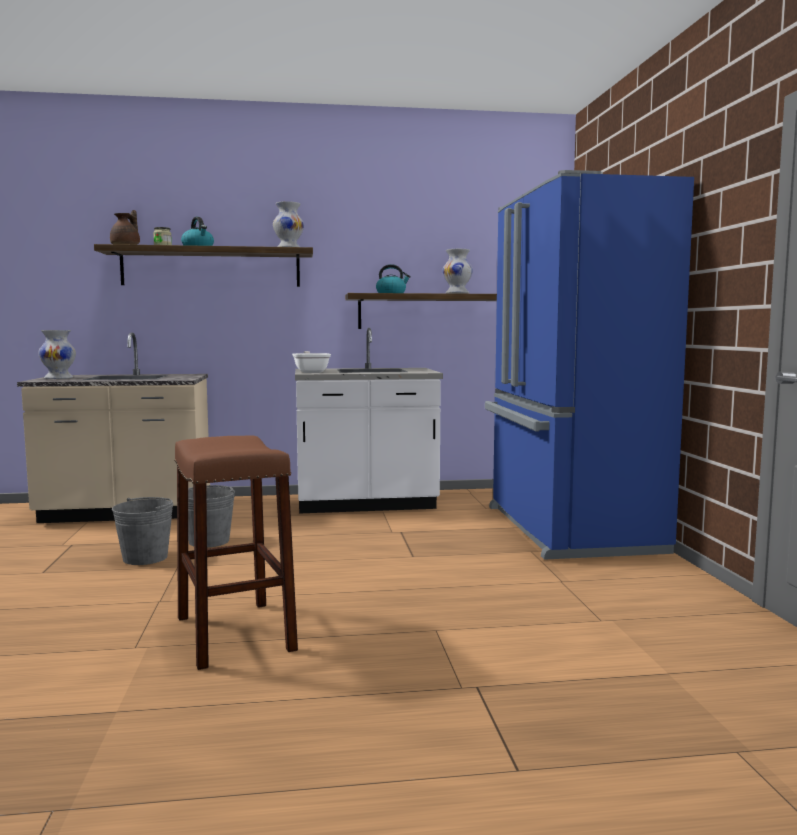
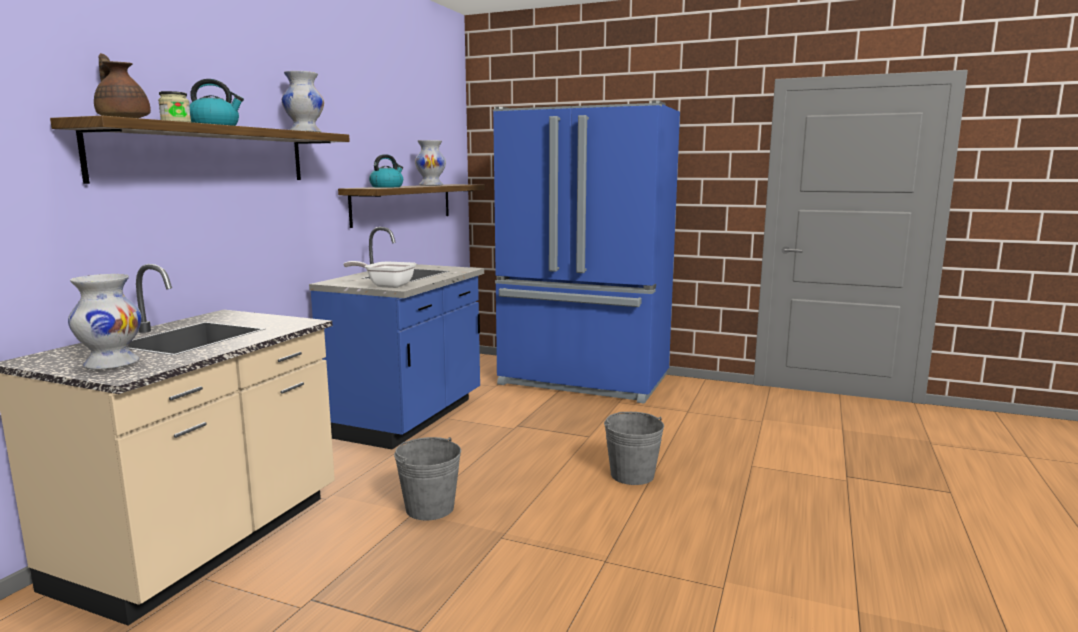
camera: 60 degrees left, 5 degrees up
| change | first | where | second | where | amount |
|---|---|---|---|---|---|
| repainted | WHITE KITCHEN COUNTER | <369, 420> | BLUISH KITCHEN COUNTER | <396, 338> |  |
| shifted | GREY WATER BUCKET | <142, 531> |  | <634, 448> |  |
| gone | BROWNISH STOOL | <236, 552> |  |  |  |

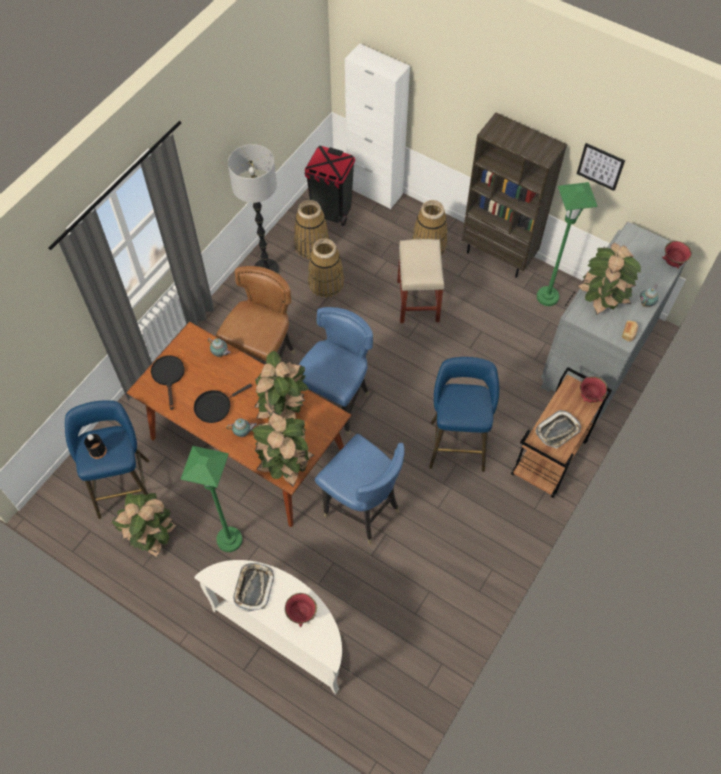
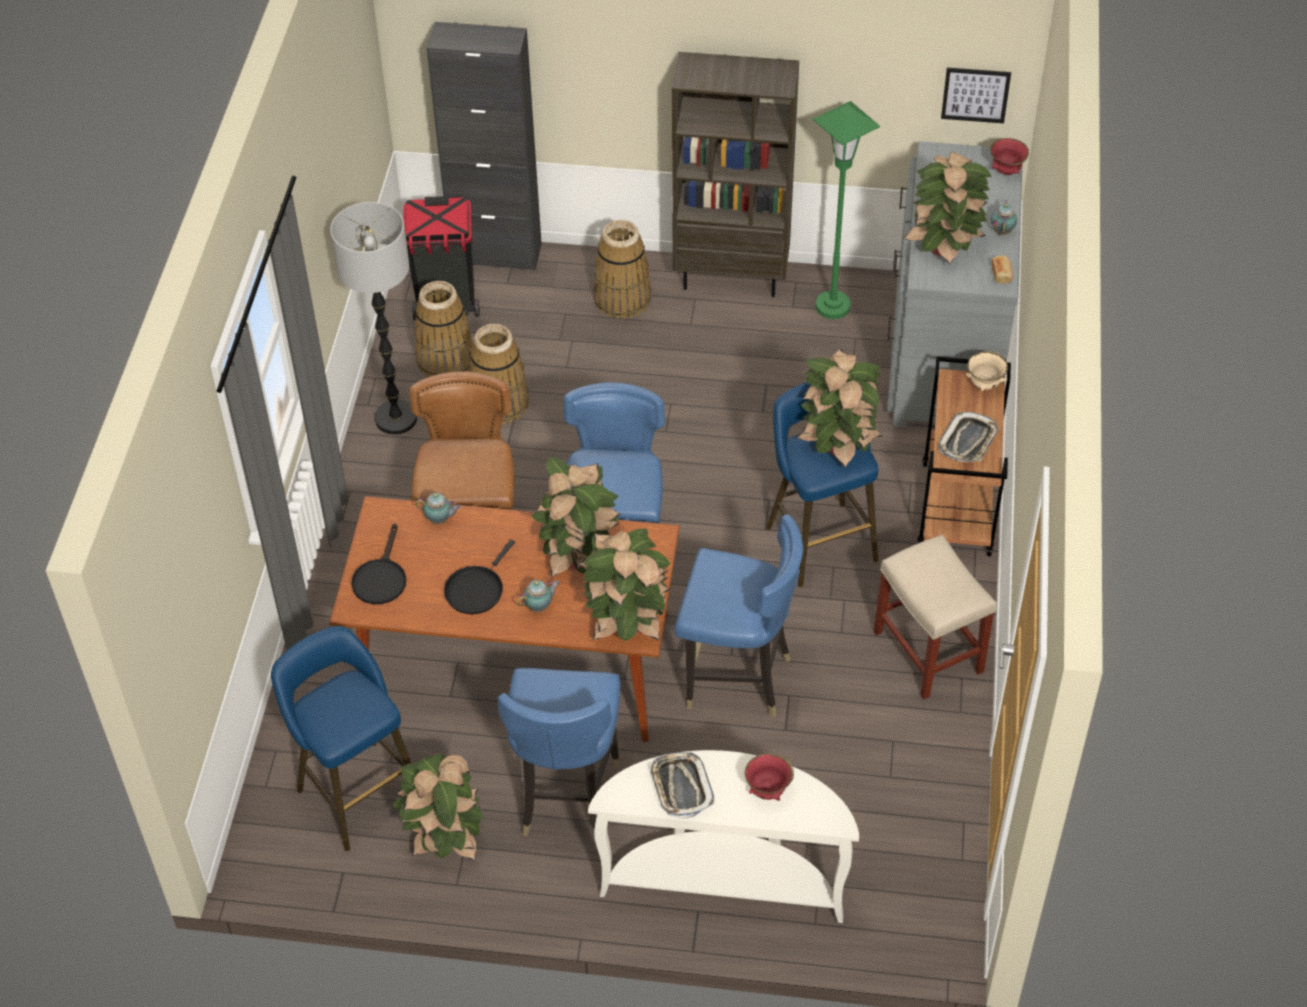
camera: 25 degrees left, 10 degrees down
| change | first | where | second | where | amount |
|---|---|---|---|---|---|
| rotated | BLACKISH SKILLET | <168, 383> |  | <378, 563> | 135 degrees counterclockwise |
| repainted | WHITE CUPBOARD | <377, 126> | BLACKISH CUPBOARD | <484, 146> |  |
| swapped | GREENISH STANDARD LAMP | <211, 499> | BLUISH UPRIGHT CHAIR | <559, 752> |  |
| new |  |  | POTTED PLANT | <840, 408> |  |
| shifted | BEIGE-COLOURED STOOL | <420, 281> |  | <935, 617> |  |
| shifted | PICTURE | <601, 167> |  | <976, 95> |  |
| repainted | RED DEEP DISH | <594, 389> | BEIGE-COLOURED DEEP DISH | <987, 371> |  |
| gone | BLACKISH BEVERAGE BOTTLE | <95, 446> |  |  |  |

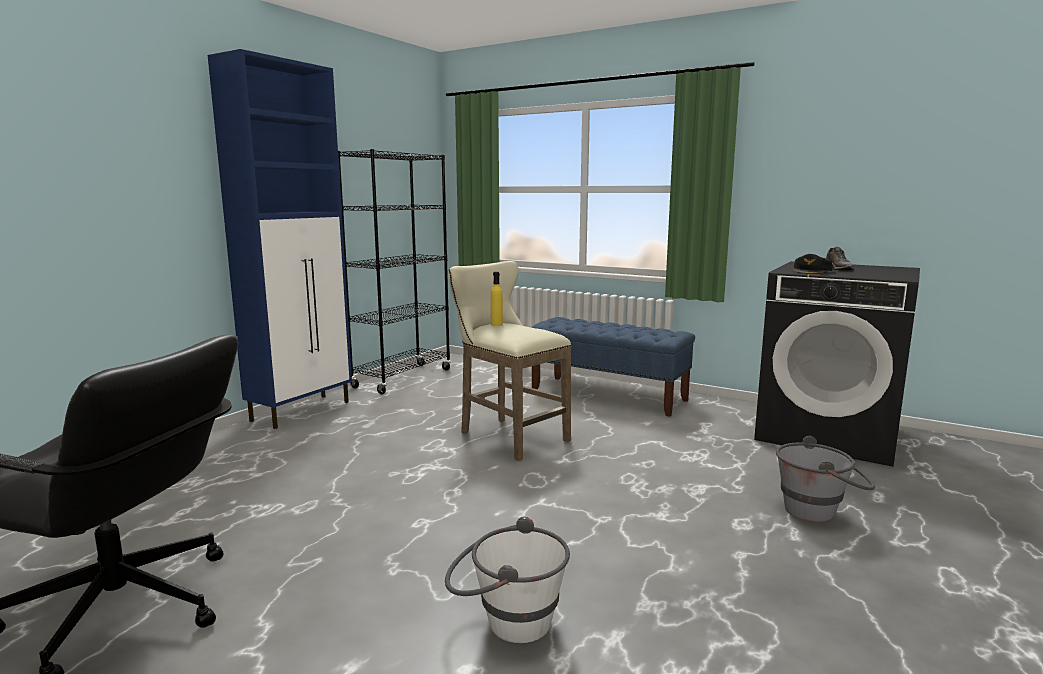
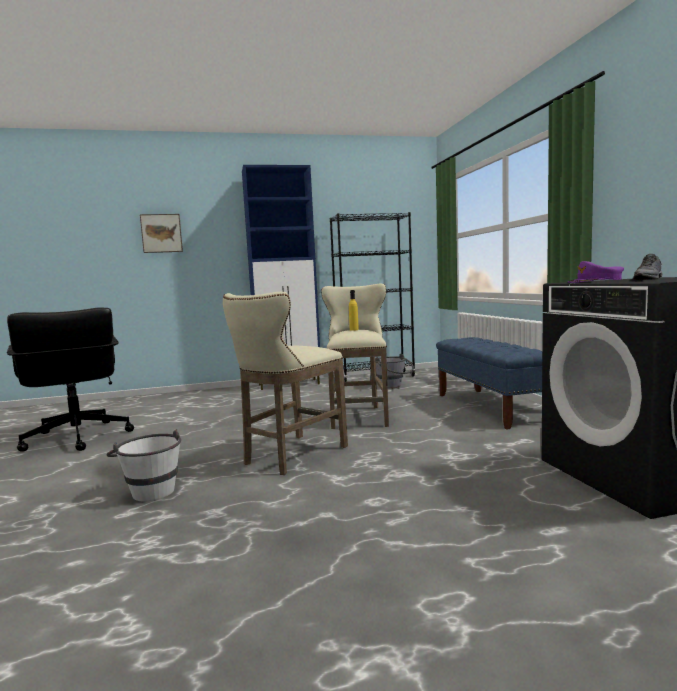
camera: 45 degrees right, 5 degrees down
| change | first | where | second | where | amount |
|---|---|---|---|---|---|
| new |  |  | PICTURE | <161, 233> |  |
| new |  |  | BEIGE-COLOURED STOOL | <285, 383> |  |
| shifted | GREY WATER BUCKET | <825, 479> |  | <394, 371> |  |
| repainted | BLACKISH BASEBALL CAP | <812, 264> | PURPLISH BASEBALL CAP | <596, 272> |  |

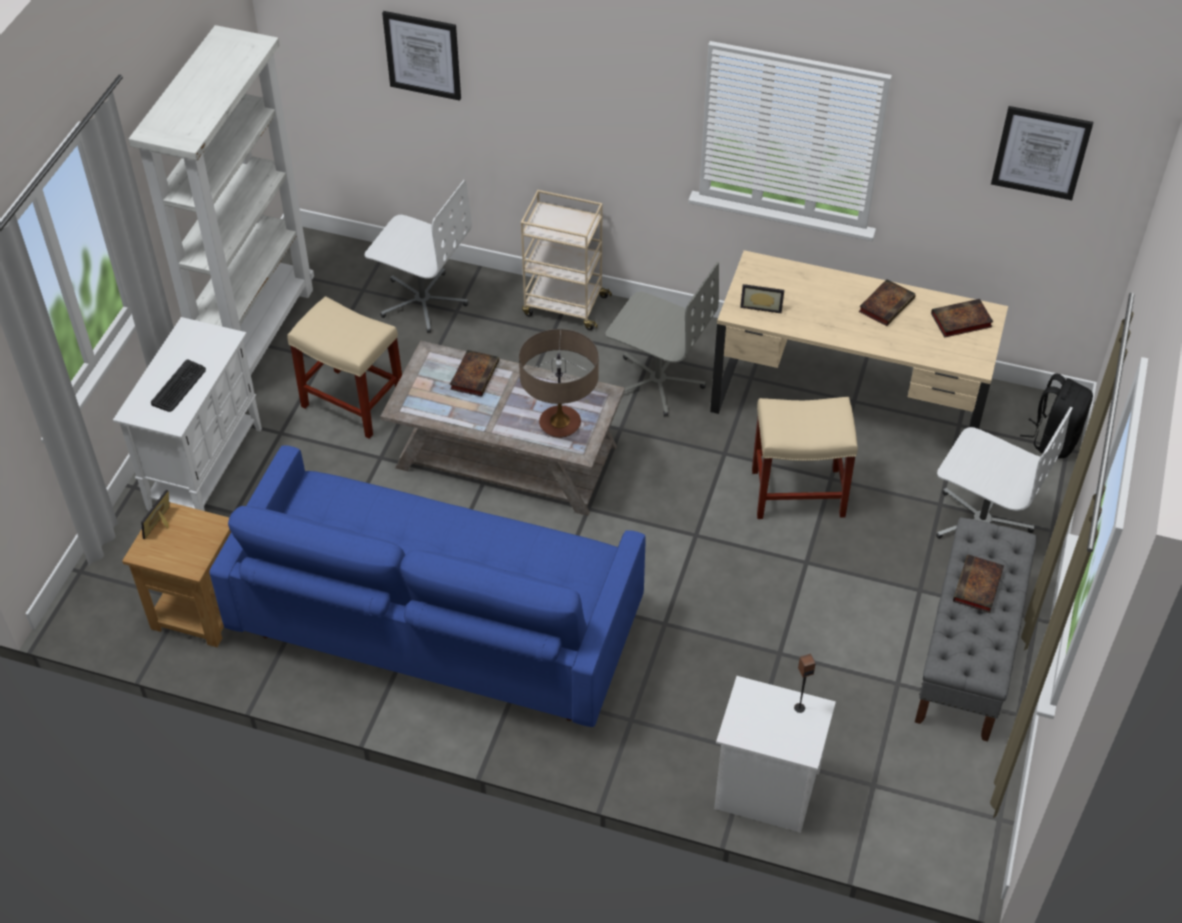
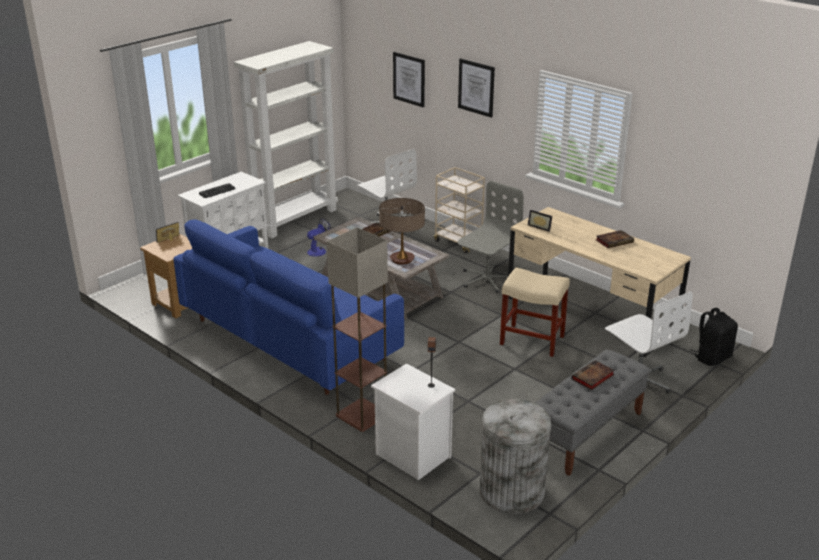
camera: 25 degrees right, 20 degrees down
| change | first | where | second | where | amount |
|---|---|---|---|---|---|
| swapped | BEIGE-COLOURED STOOL | <345, 367> | ELECTRIC FAN | <319, 238> |  |
| new |  |  | STANDARD LAMP | <357, 329> |  |
| shifted | PICTURE | <1042, 153> |  | <476, 88> |  |
| rotated | GREY DESK CHAIR | <662, 339> |  | <491, 237> | 105 degrees counterclockwise |
| new |  |  | GREY RUBBISH BIN | <515, 456> |  |
| gone | BOOK | <962, 318> |  |  |  |

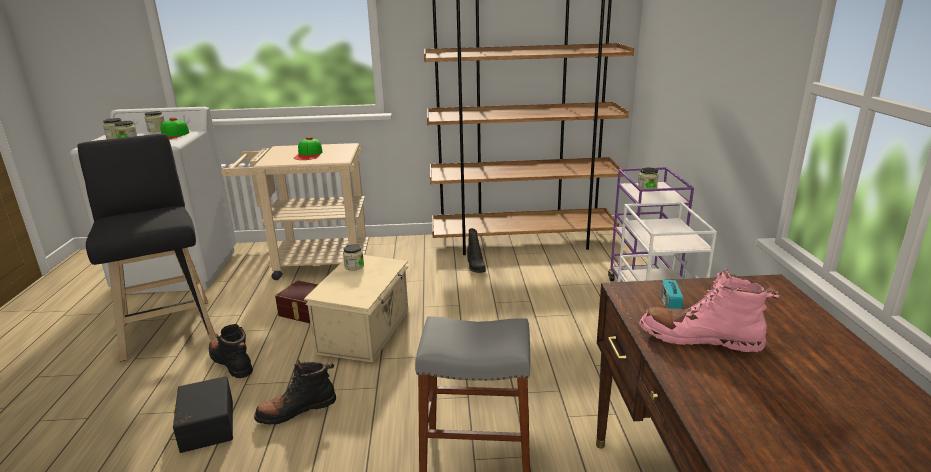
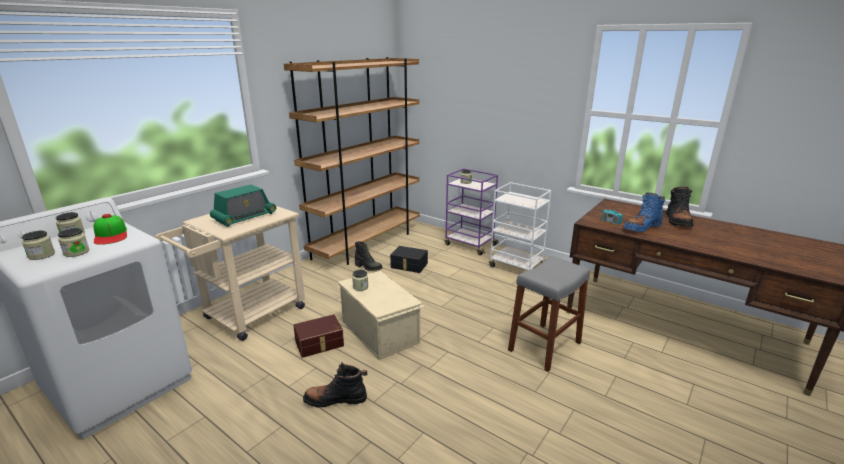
camera: 50 degrees left, 0 degrees up
| change | first | where | second | where | amount |
|---|---|---|---|---|---|
| swapped | BASEBALL CAP | <308, 148> | RADIO SET | <243, 205> |  |
| shifted | BLACKISH STORAGE BOX | <203, 414> |  | <409, 259> |  |
| repainted | PINK TALL BOOT | <709, 310> | BLUISH TALL BOOT | <644, 212> |  |
| shifted | BLACKISH TALL BOOT | <295, 392> |  | <679, 207> |  |
| gone | BLACKISH STOOL | <146, 248> |  |  |  |

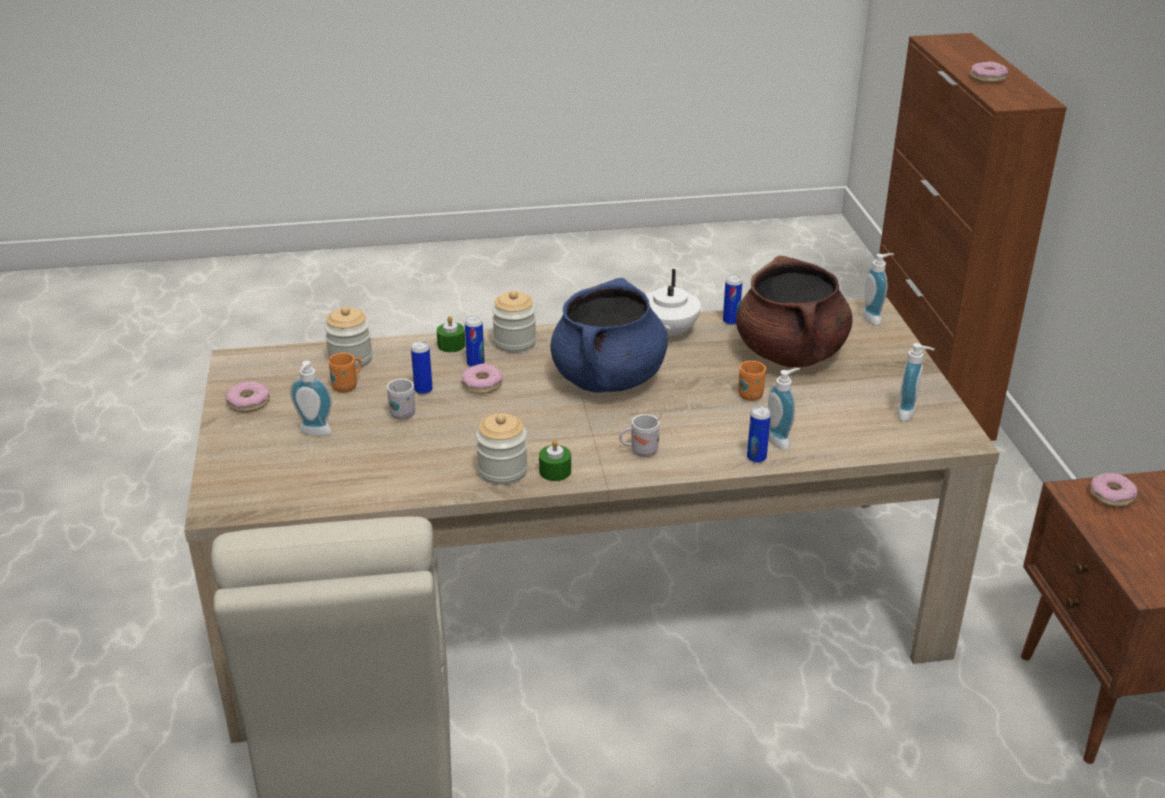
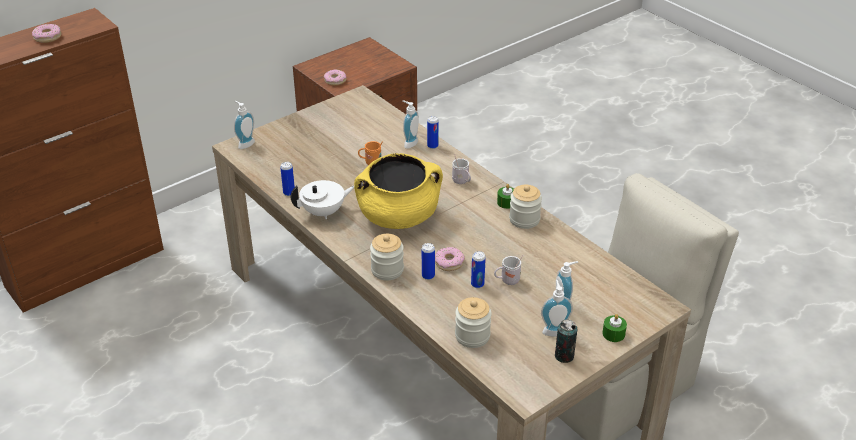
camera: 120 degrees left, 5 degrees up
| change | first | where | second | where | amount |
|---|---|---|---|---|---|
| repainted | BLUISH STOCKPOT | <609, 335> | YELLOW STOCKPOT | <398, 191> |  |
| shifted | SOAP BOTTLE | <915, 382> |  | <557, 308> |  |
| swapped | DONUT | <248, 396> | METAL CAN | <566, 341> |  |
| shifted | GREENISH CANDLE | <451, 334> |  | <614, 328> |  |
| gone | ORANGE TEA MUG | <345, 373> |  |  |  |
| gone | BROWNISH STOCKPOT | <794, 311> |  |  |  |

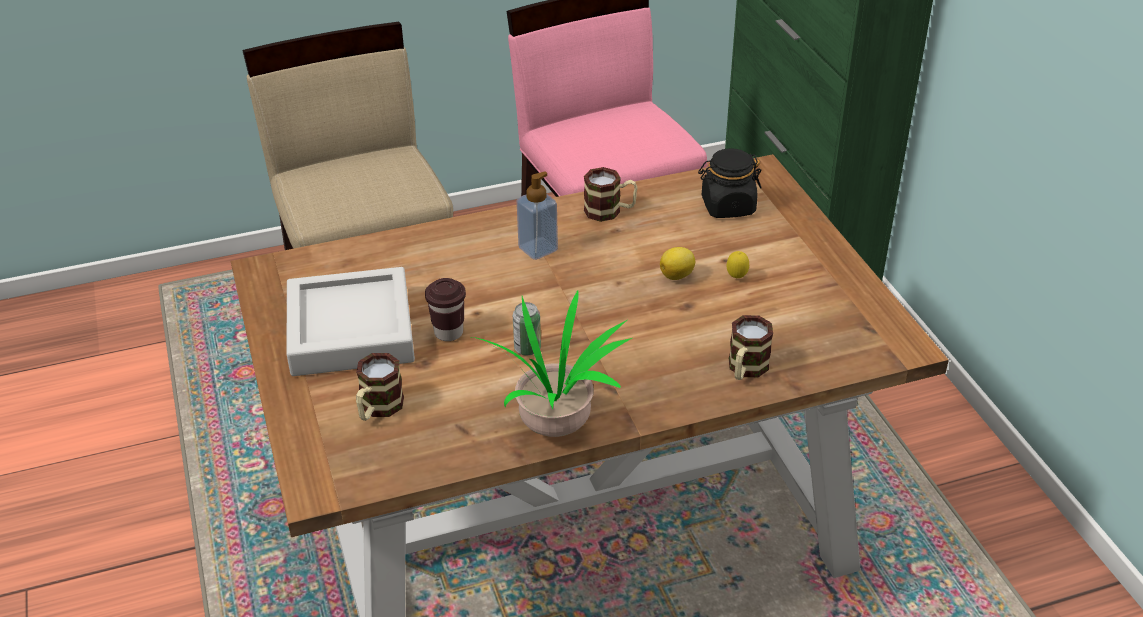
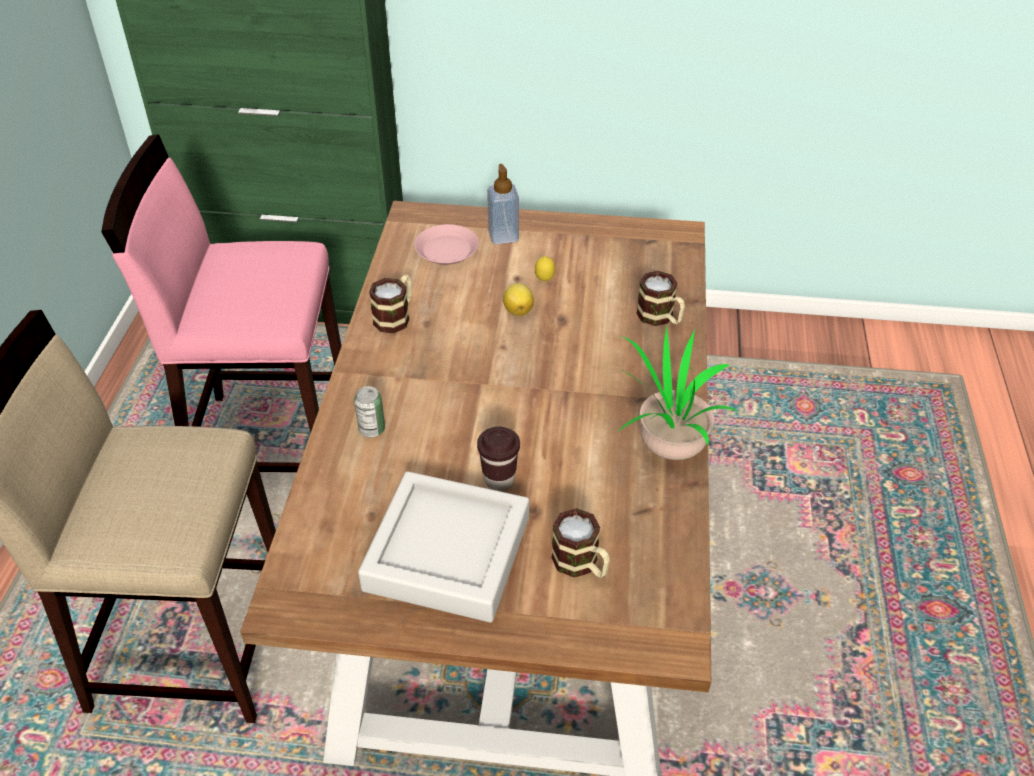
camera: 65 degrees left, 5 degrees up
| change | first | where | second | where | amount |
|---|---|---|---|---|---|
| shifted | METAL CAN | <527, 328> |  | <369, 411> |  |
| swapped | BLACKISH JAR | <730, 183> | PINK DINNER PLATE | <446, 244> |  |
| shifted | SOAP BOTTLE | <537, 215> |  | <503, 204> |  |

